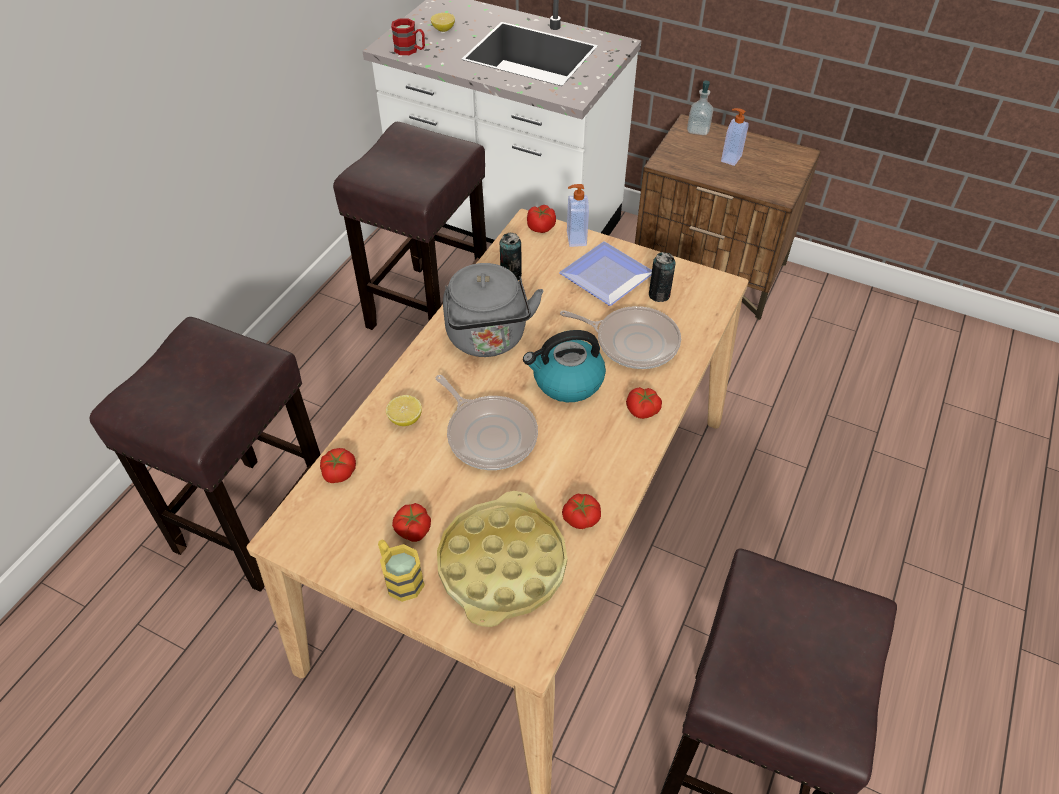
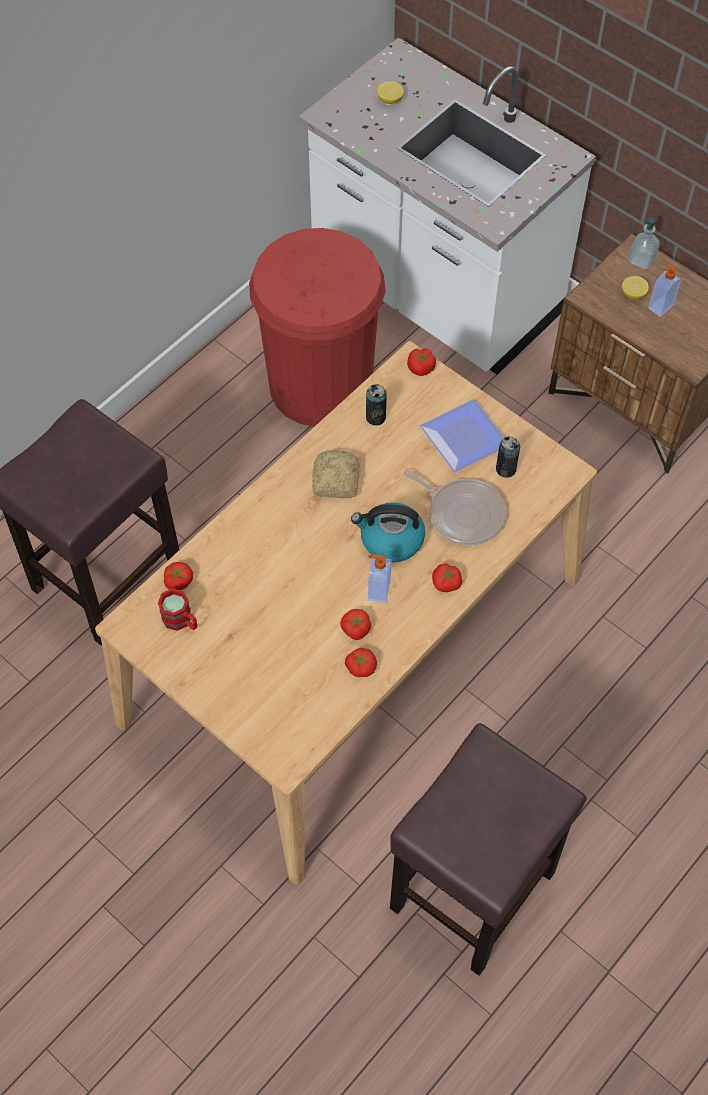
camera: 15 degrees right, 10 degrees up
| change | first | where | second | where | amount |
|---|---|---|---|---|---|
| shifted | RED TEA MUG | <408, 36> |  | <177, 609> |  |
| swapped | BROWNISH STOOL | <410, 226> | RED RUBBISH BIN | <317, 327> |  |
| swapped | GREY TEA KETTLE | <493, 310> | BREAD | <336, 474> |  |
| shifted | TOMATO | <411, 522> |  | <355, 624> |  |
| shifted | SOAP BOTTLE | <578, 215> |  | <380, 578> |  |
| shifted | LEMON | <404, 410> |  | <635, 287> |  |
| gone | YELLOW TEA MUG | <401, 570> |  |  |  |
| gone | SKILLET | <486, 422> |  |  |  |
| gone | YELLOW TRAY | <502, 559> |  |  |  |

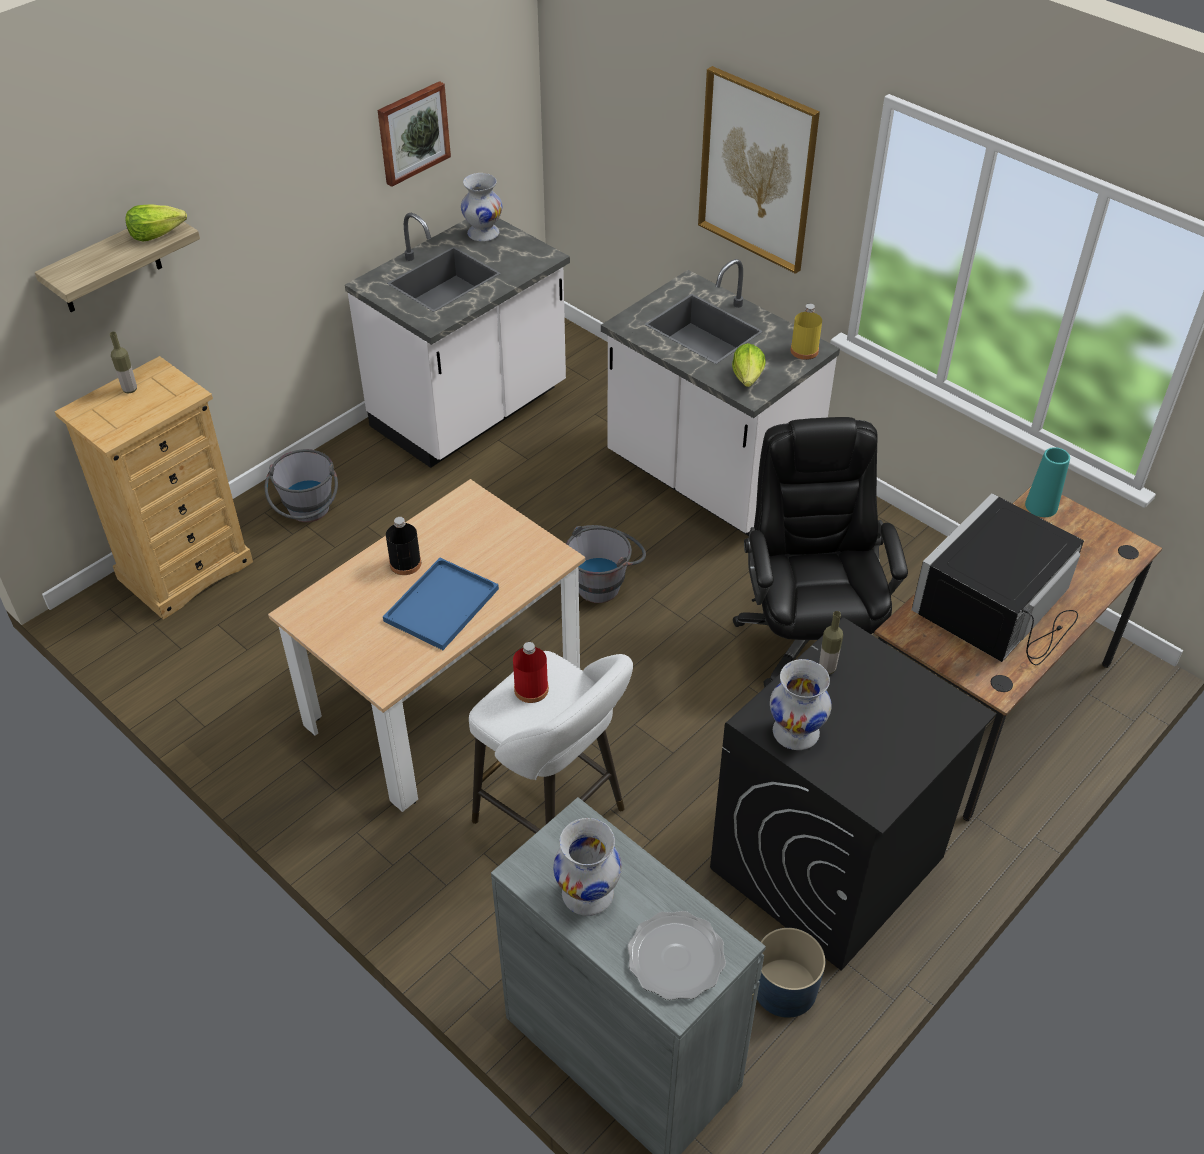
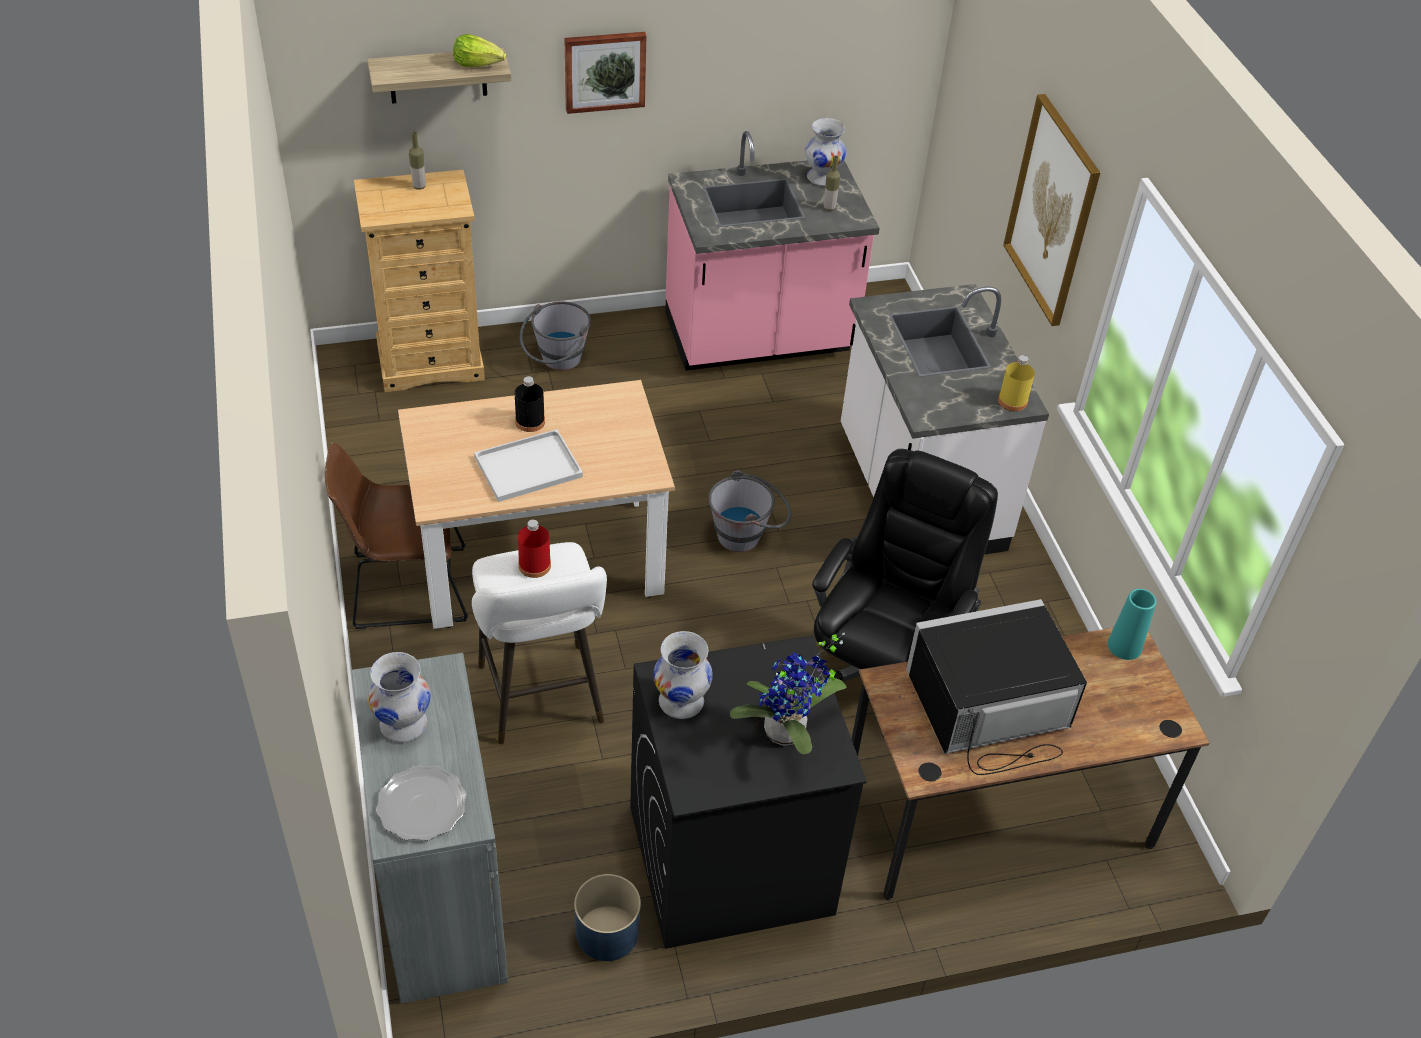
camera: 30 degrees right, 0 degrees up
| change | first | where | second | where | amount |
|---|---|---|---|---|---|
| new |  |  | BROWNISH UPRIGHT CHAIR | <396, 535> |  |
| repainted | BLUISH TRAY | <441, 604> | WHITE TRAY | <528, 465> |  |
| shifted | PICTURE | <414, 134> |  | <605, 73> |  |
| repainted | WHITE KITCHEN COUNTER | <457, 340> | PINK KITCHEN COUNTER | <772, 251> |  |
| new |  |  | POTTED PLANT | <788, 693> |  |
| shifted | BEVERAGE BOTTLE | <831, 643> |  | <831, 183> |  |
| gone | LETTUCE | <749, 365> |  |  |  |

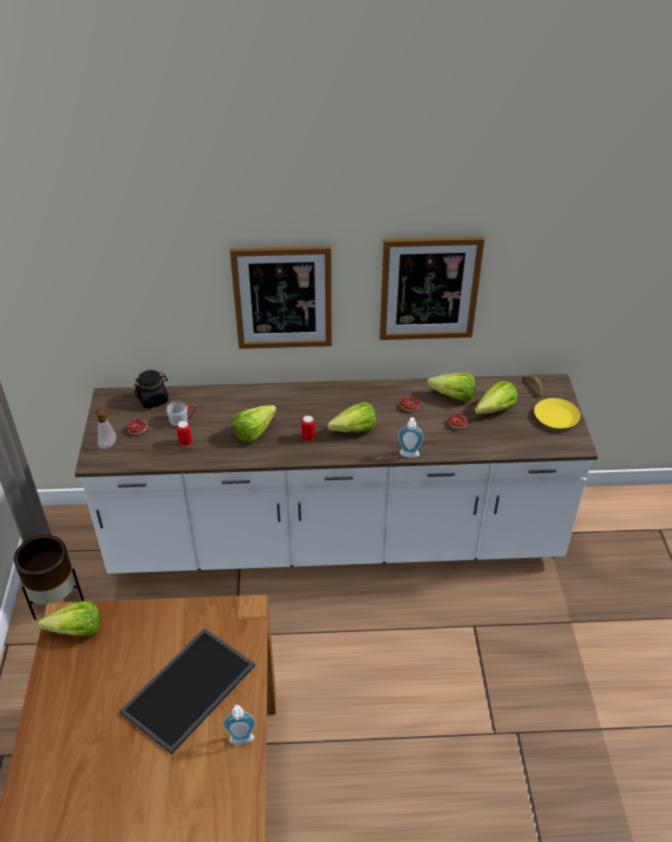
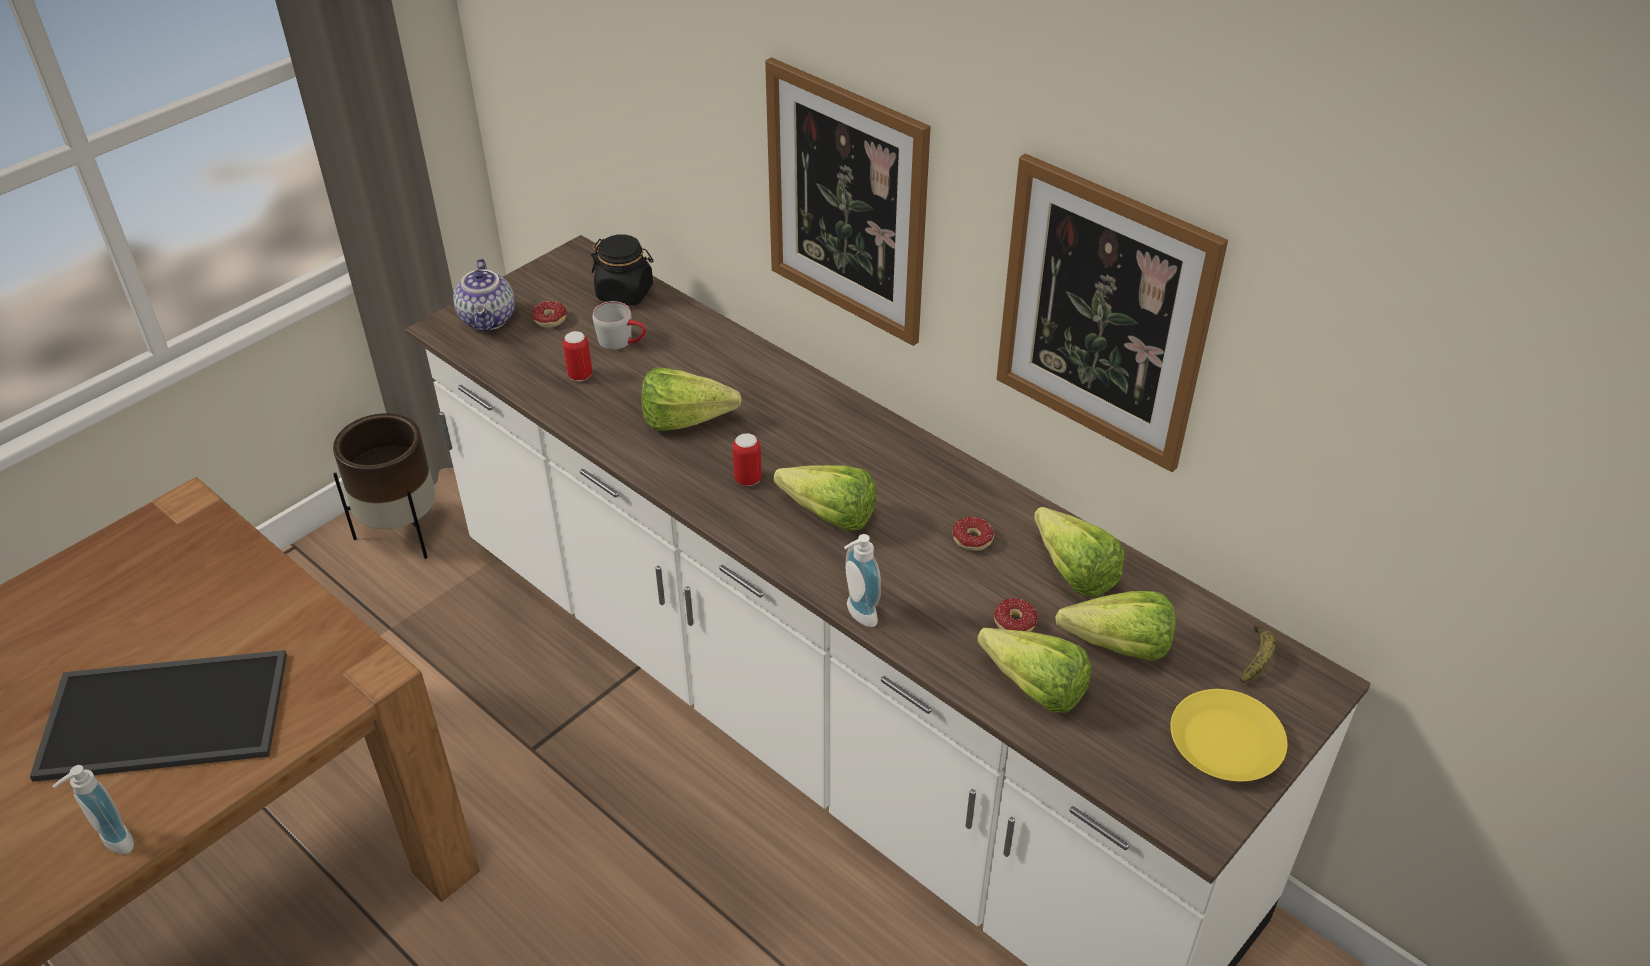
camera: 45 degrees right, 0 degrees up
| change | first | where | second | where | amount |
|---|---|---|---|---|---|
| swapped | SOAP BOTTLE | <106, 429> | POT FOR TEA | <484, 295> |  |
| shifted | LETTUCE | <69, 618> |  | <1034, 670> |  |

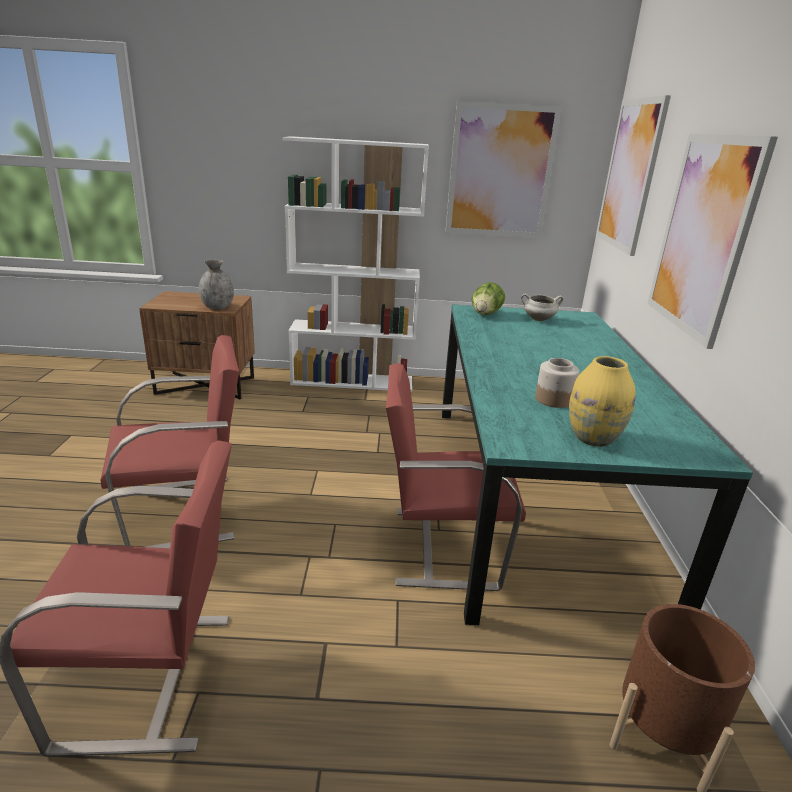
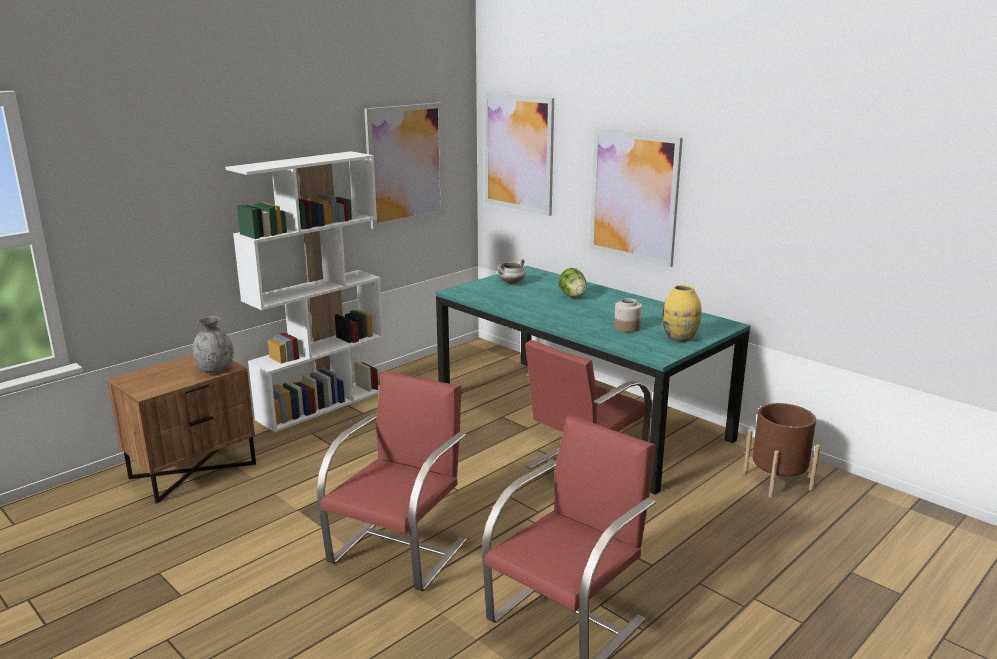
camera: 45 degrees left, 5 degrees down
| change | first | where | second | where | amount |
|---|---|---|---|---|---|
| shifted | LETTUCE | <488, 298> |  | <572, 283> |  |

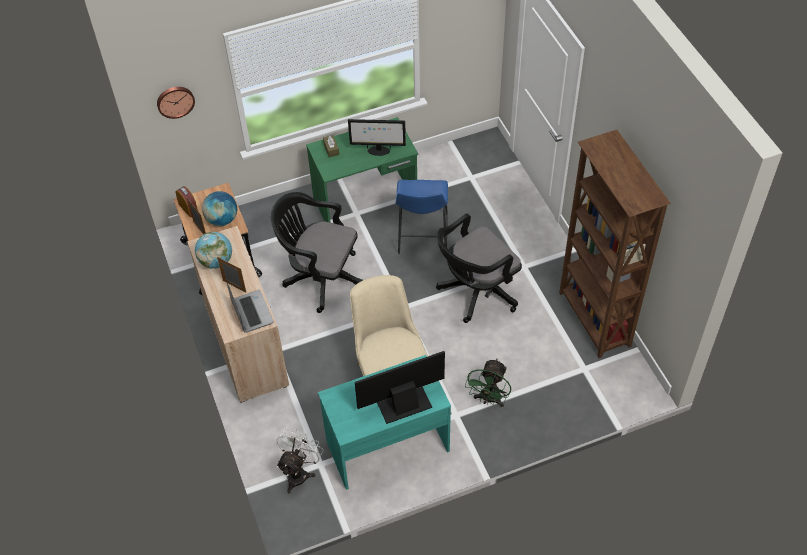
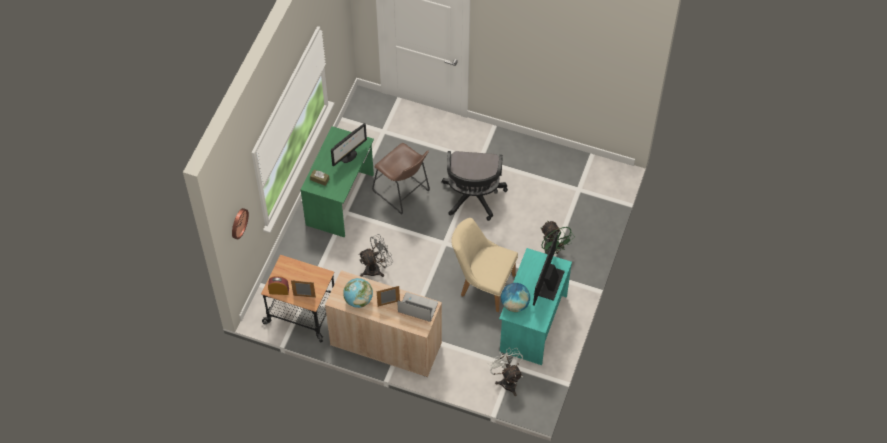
camera: 50 degrees left, 5 degrees up
| change | first | where | second | where | amount |
|---|---|---|---|---|---|
| swapped | BLACKISH DESK CHAIR | <317, 252> | GREY ELECTRIC FAN | <375, 255> |  |
| repainted | BLUISH STOOL | <422, 217> | BROWNISH STOOL | <401, 179> |  |
| shifted | WORLD GLOBE | <219, 208> |  | <515, 297> |  |
| gone | BROWNISH BOOKSHELF | <614, 244> |  |  |  |

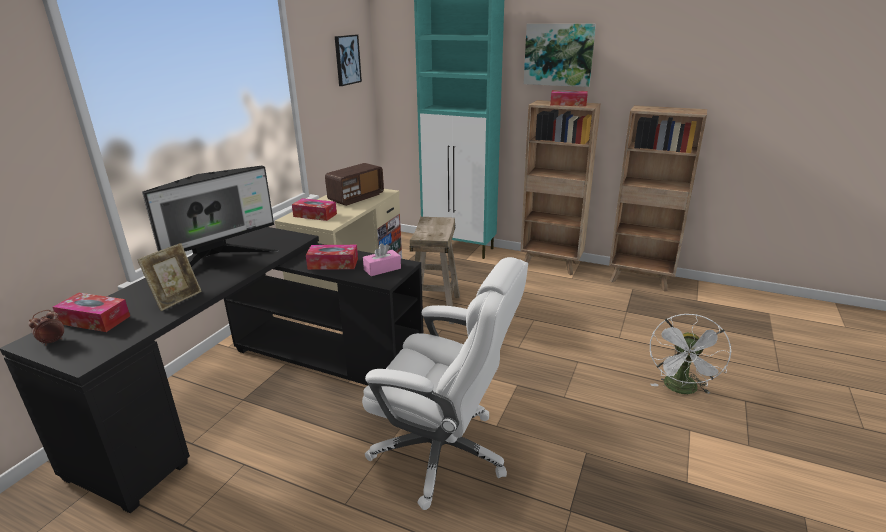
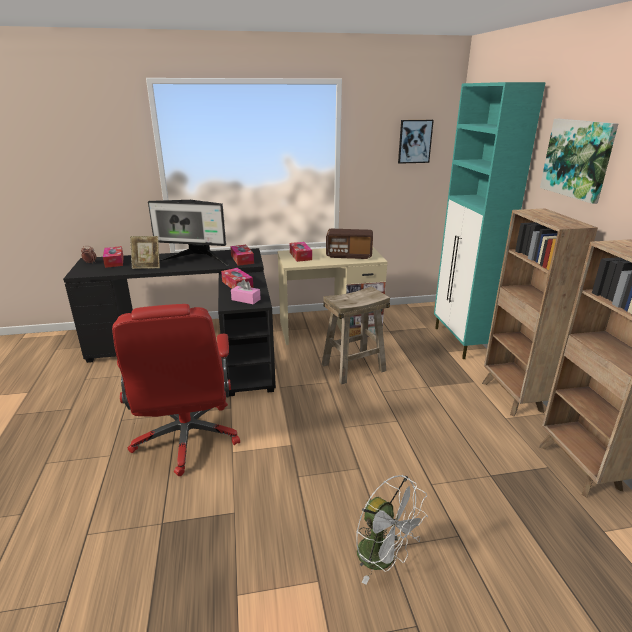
camera: 55 degrees right, 0 degrees up
| change | first | where | second | where | amount |
|---|---|---|---|---|---|
| repainted | WHITE DESK CHAIR | <445, 383> | RED DESK CHAIR | <176, 390> |  |
| shifted | TISSUE BOX | <569, 98> |  | <242, 255> |  |
| rotated | WHITE ELECTRIC FAN | <690, 354> |  | <392, 530> | 120 degrees counterclockwise |

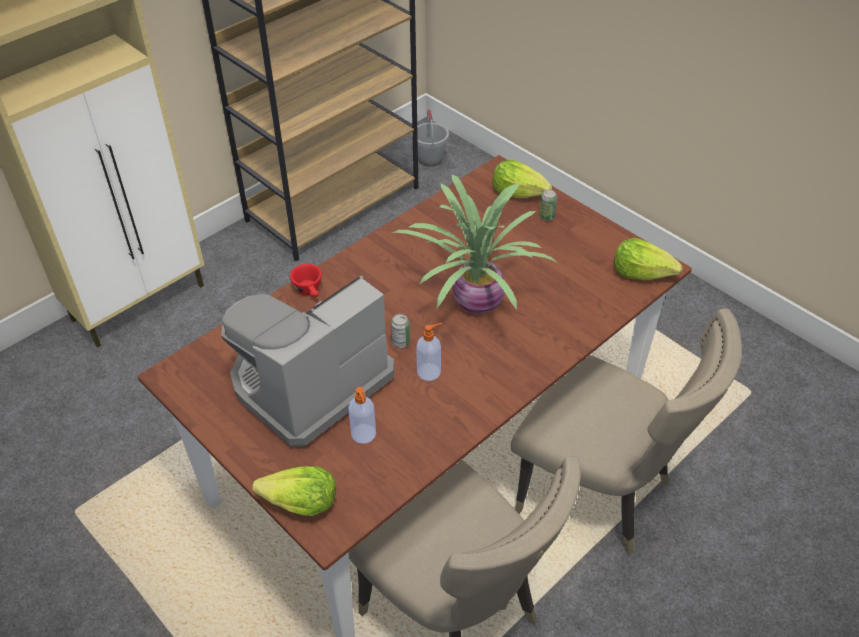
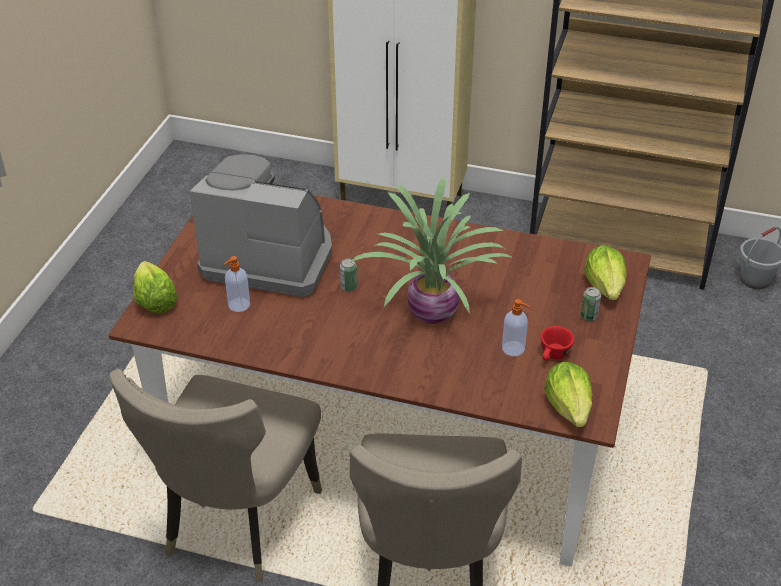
camera: 60 degrees right, 5 degrees down
| change | first | where | second | where | amount |
|---|---|---|---|---|---|
| shifted | SOAP BOTTLE | <429, 352> |  | <516, 327> |  |
| shifted | RED SMALL CUP | <306, 280> |  | <557, 343> |  |

